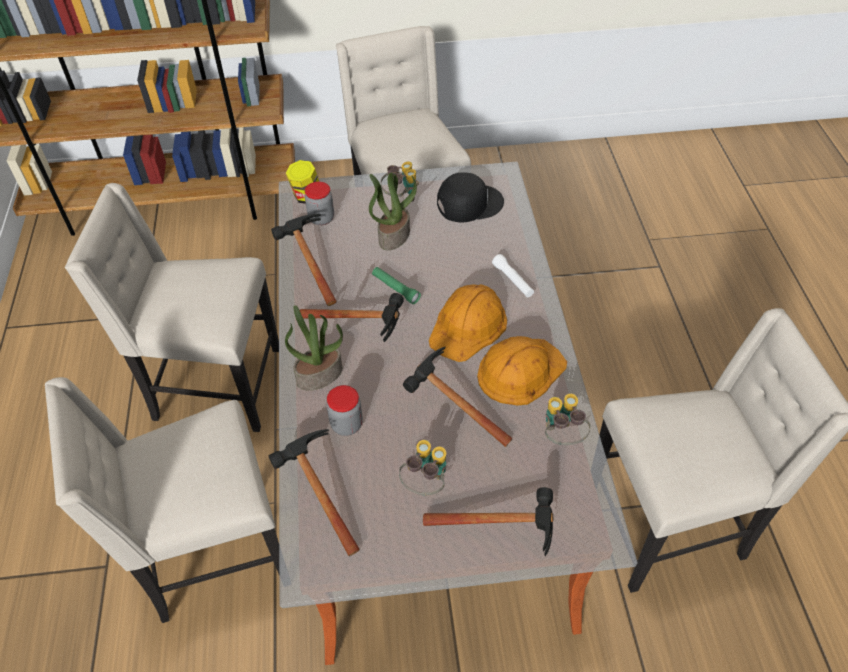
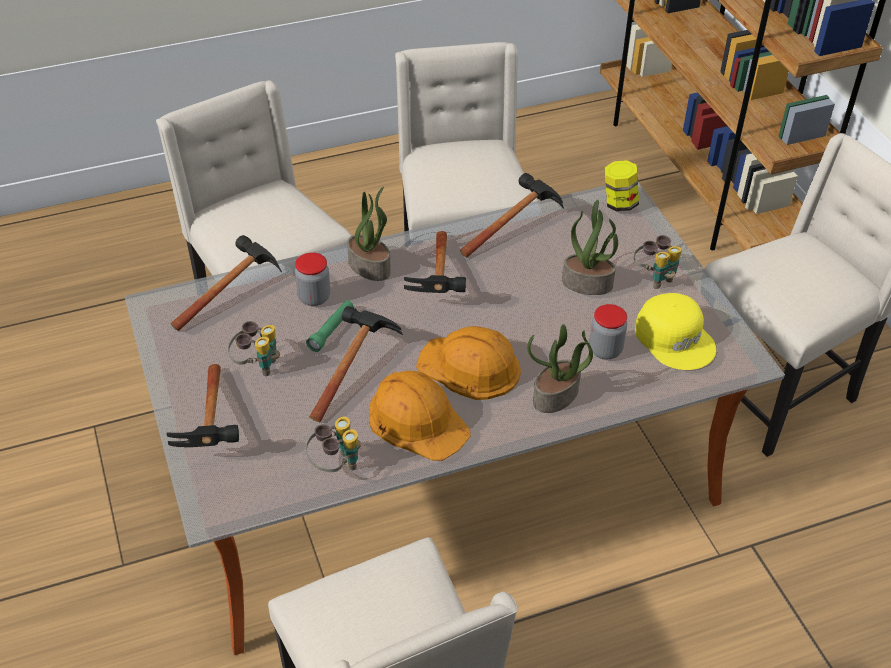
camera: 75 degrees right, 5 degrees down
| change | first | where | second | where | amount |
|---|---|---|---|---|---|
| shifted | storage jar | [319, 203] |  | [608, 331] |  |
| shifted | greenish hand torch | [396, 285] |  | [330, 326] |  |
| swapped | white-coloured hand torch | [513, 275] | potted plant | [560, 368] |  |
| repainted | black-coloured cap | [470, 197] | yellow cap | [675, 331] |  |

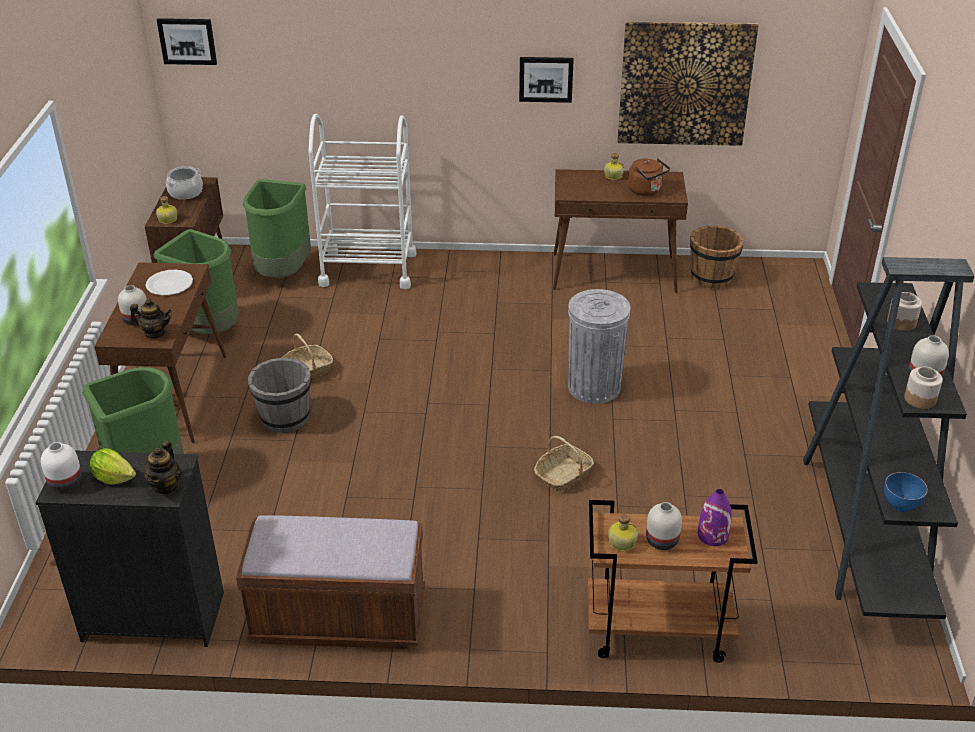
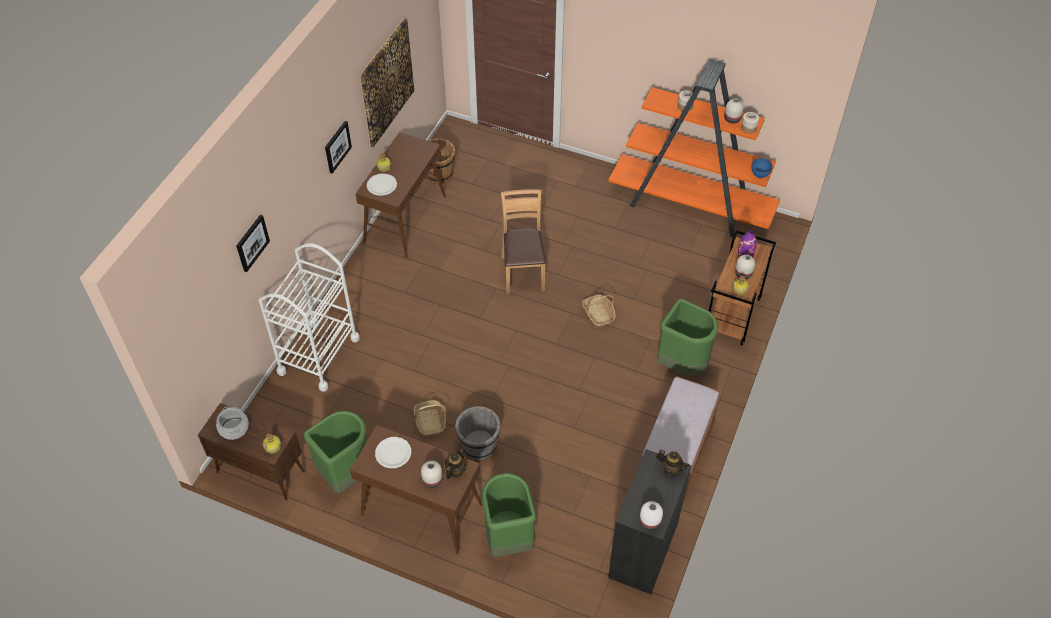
camera: 70 degrees left, 15 degrees up
| change | first | where | second | where | amount |
|---|---|---|---|---|---|
| gone | lettuce head | [113, 466] |  |  |  |
| gone | brownish tea kettle | [649, 177] |  |  |  |
| new |  |  | white-coloured flat dish | [382, 185] |  |
| shifted | wall art | [187, 41] |  | [253, 243] |  |
| shifted | greenish rubbish bin | [277, 228] |  | [687, 337] |  |
| swapped | grey rubbish bin | [599, 346] | brownish plain chair | [523, 241] |  |
| repainted | black-coloured bookcase | [888, 438] | orange-coloured bookcase | [694, 148] |  |

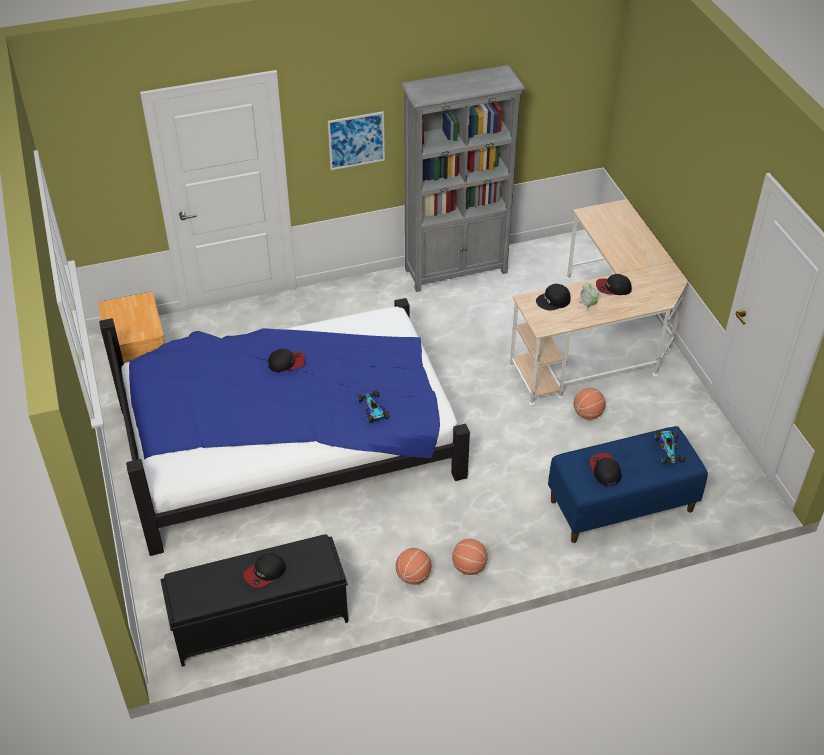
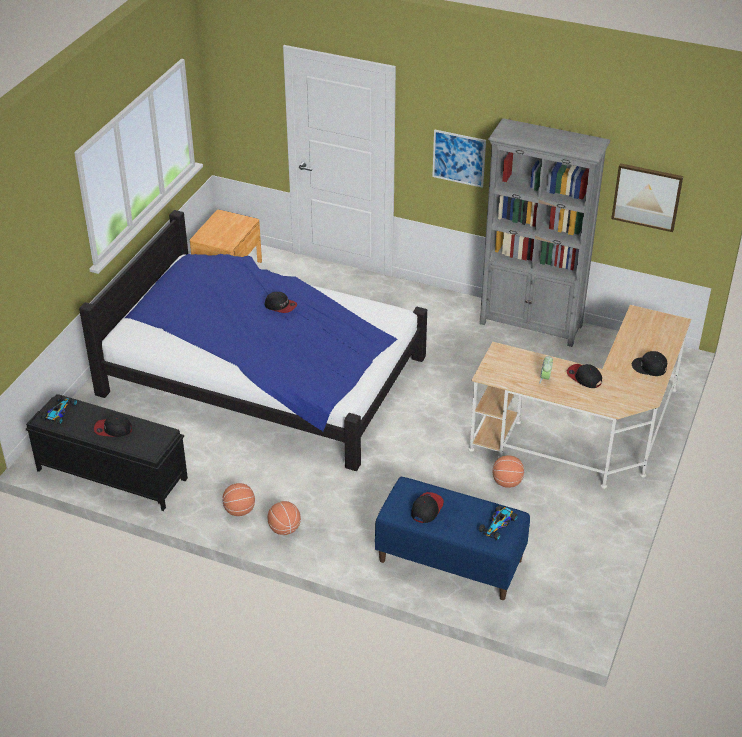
camera: 40 degrees right, 5 degrees down
| change | first | where | second | where | amount |
|---|---|---|---|---|---|
| new |  |  | wall art | [647, 197] |  |
| shifted | toy car | [373, 406] |  | [59, 409] |  |
| shifted | black-coloured cap | [553, 297] |  | [649, 363] |  |

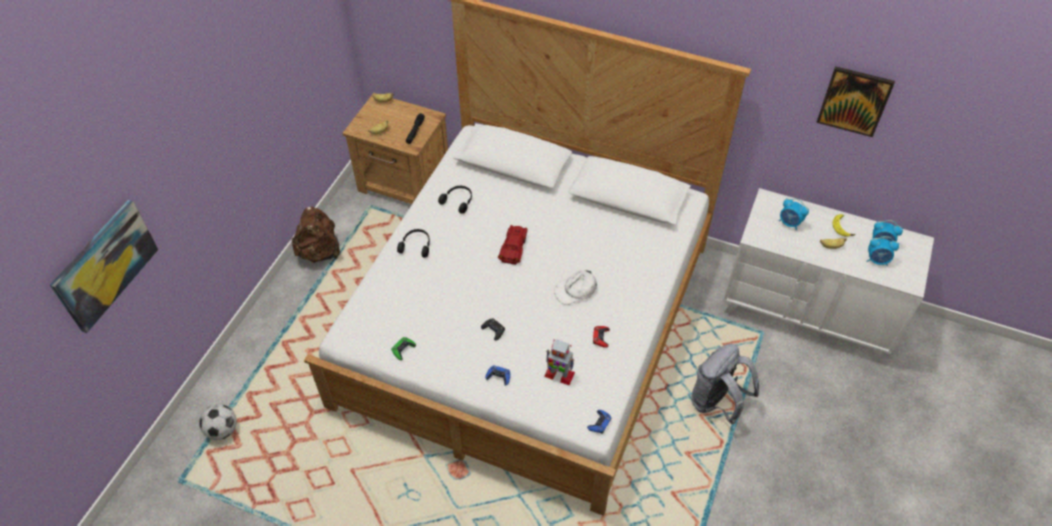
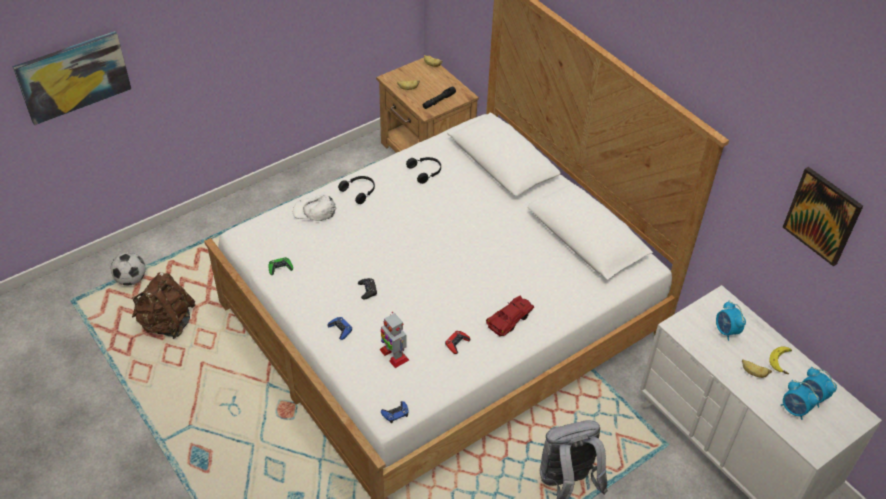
camera: 30 degrees right, 5 degrees down
| change | first | where | second | where | amount |
|---|---|---|---|---|---|
| shifted | brownish knapsack | [315, 234] |  | [163, 305] |  |
| shifted | red toy car | [513, 245] |  | [510, 316] |  |
| shifted | white-coloured cap | [575, 287] |  | [314, 208] |  |

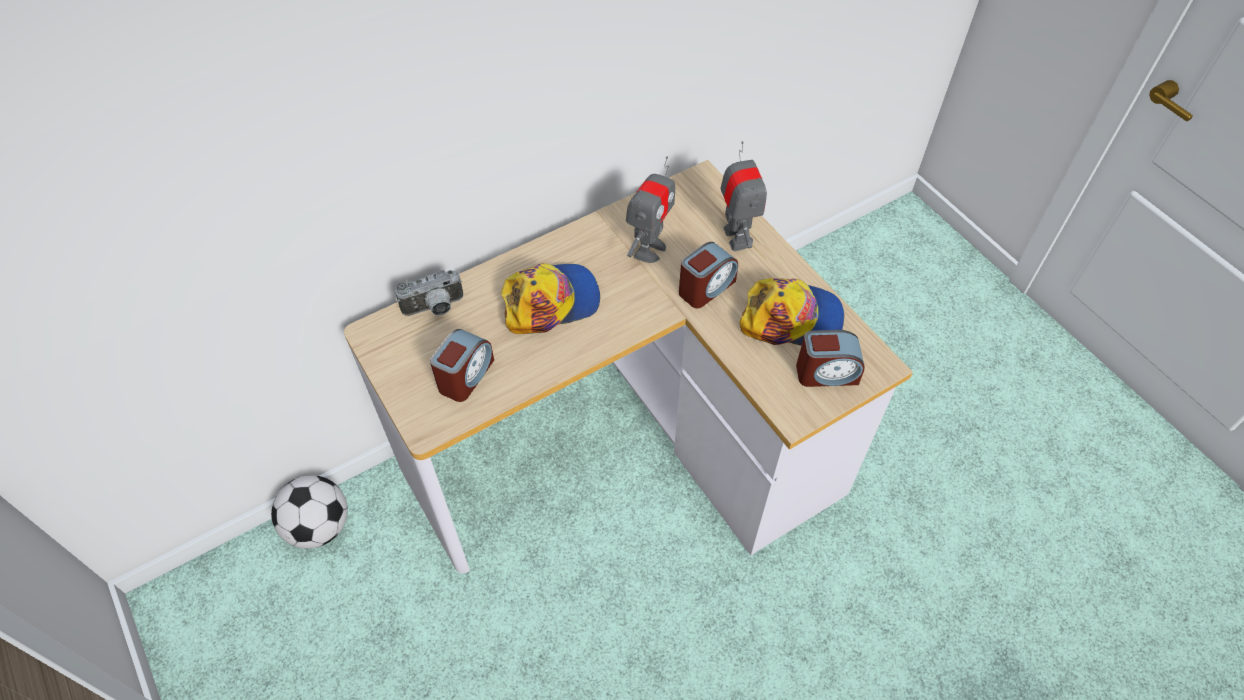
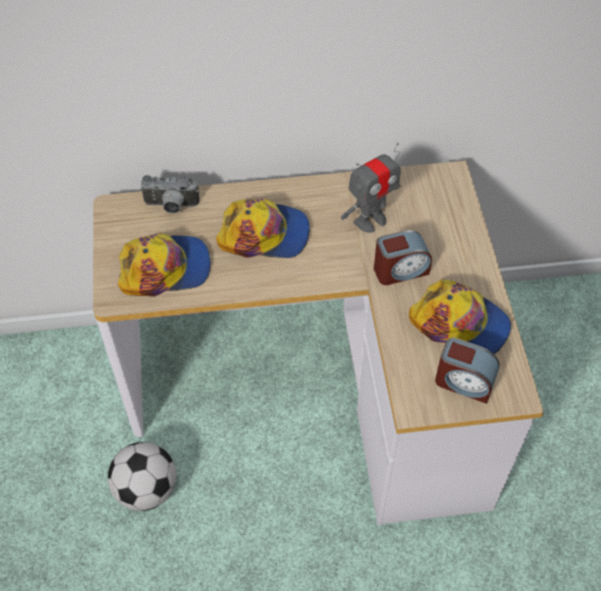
camera: 25 degrees right, 0 degrees up
| change | first | where | second | where | amount |
|---|---|---|---|---|---|
| gone | model robot | [744, 196] |  |  |  |
| shifted | football | [309, 512] |  | [142, 476] |  |
| swapped | alarm clock | [462, 365] | cap | [164, 265] |  |

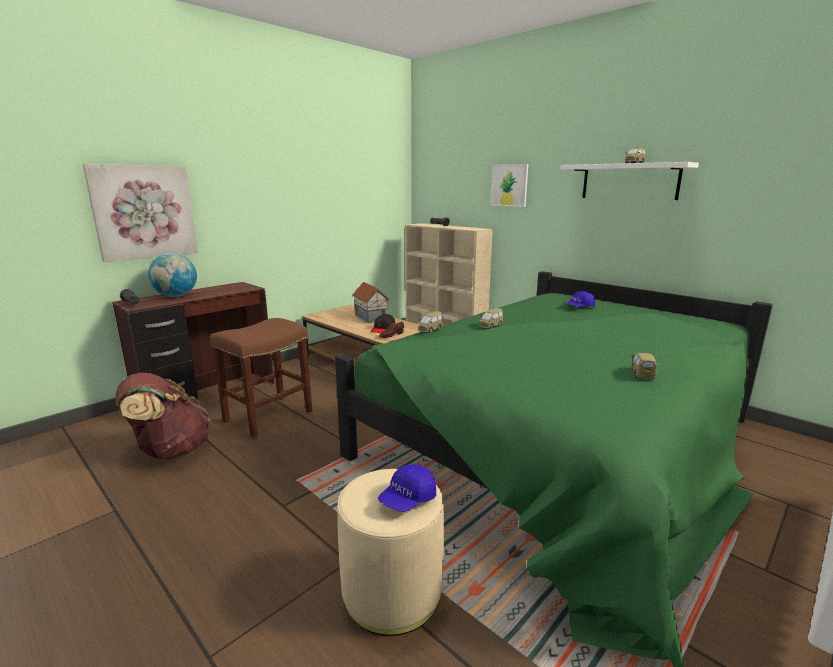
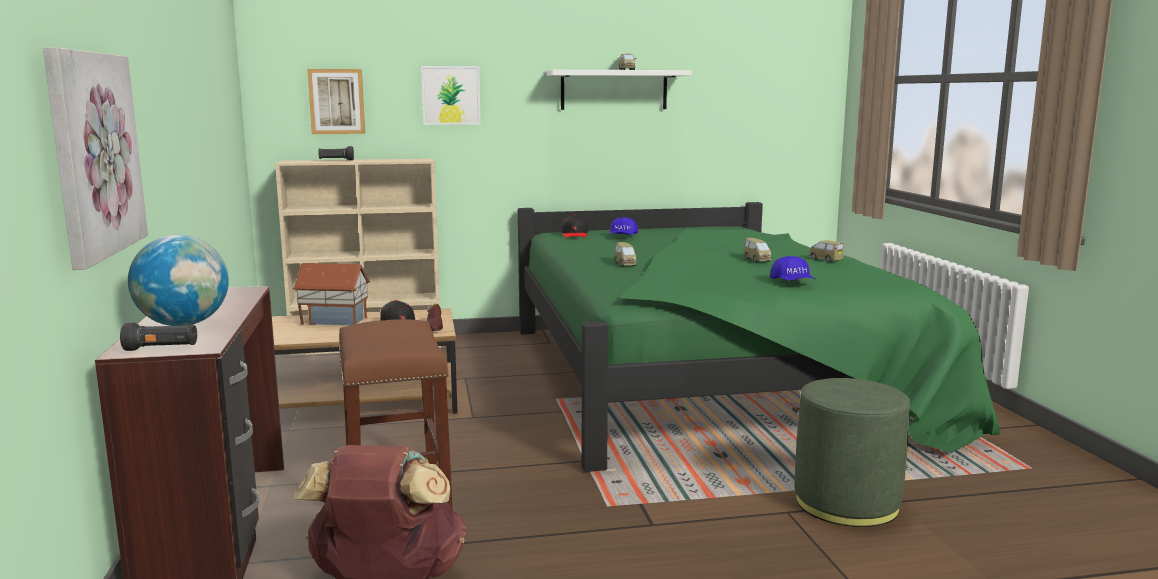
camera: 55 degrees left, 5 degrees down
| change | first | where | second | where | amount |
|---|---|---|---|---|---|
| new |  |  | wall art | [336, 101] |  |
| new |  |  | black-coloured cap | [574, 226] |  |
| shifted | blue cap | [407, 488] |  | [792, 268] |  |
| shifted | toy car | [430, 322] |  | [758, 250] |  |
| repainted | sand-coloured ottoman | [390, 552] | greenish ottoman | [852, 452] |  |

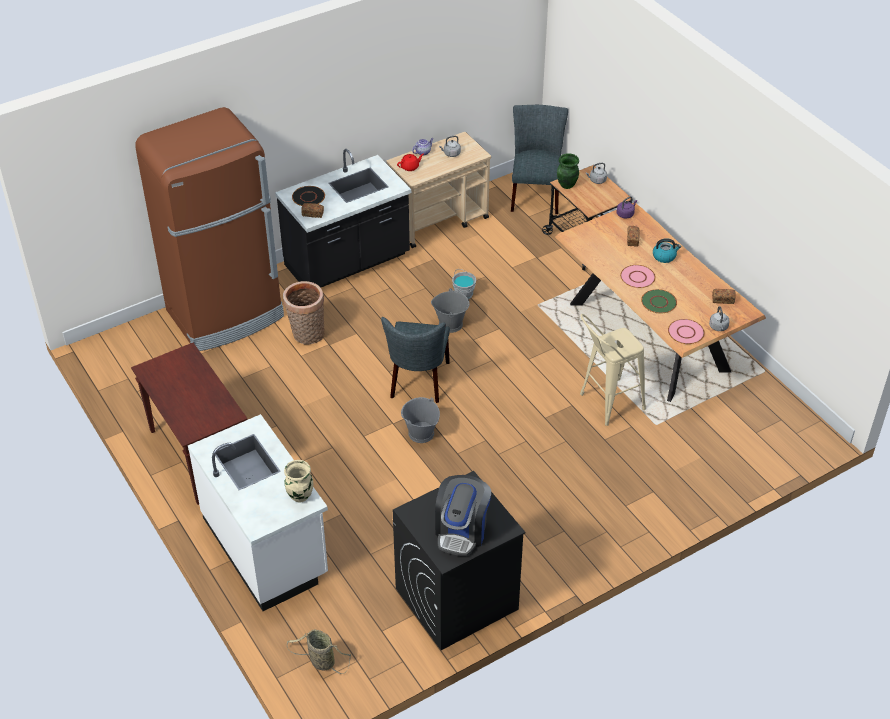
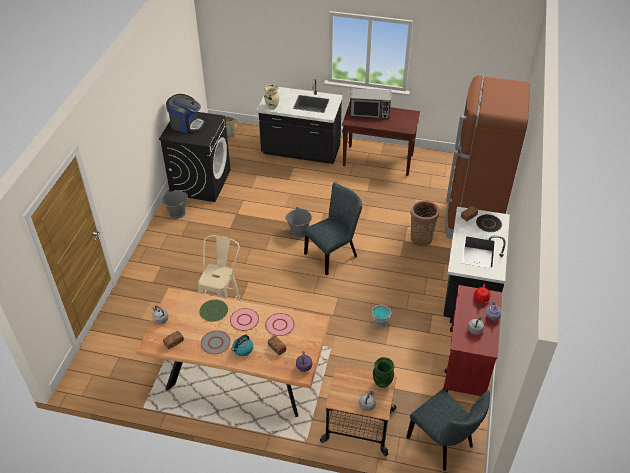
camera: 135 degrees right, 0 degrees up
| change | first | where | second | where | amount |
|---|---|---|---|---|---|
| new |  |  | grey flat dish | [216, 342] |  |
| new |  |  | microwave oven | [370, 103] |  |
| shifted | grey bucket | [450, 310] |  | [175, 205] |  |
| shifted | pinkish flat dish | [686, 331] |  | [279, 324] |  |
| repainted | white-coloured kitchen base unit | [258, 512] | black-coloured kitchen base unit | [300, 121] |  |
| repainted | sand-coloured trolley | [439, 190] | red trolley | [472, 340] |  |
| rotated | grey plain chair | [415, 360] |  | [333, 228] | 90 degrees clockwise |
| rotated | coffee brewer | [463, 515] |  | [185, 113] | 135 degrees clockwise |

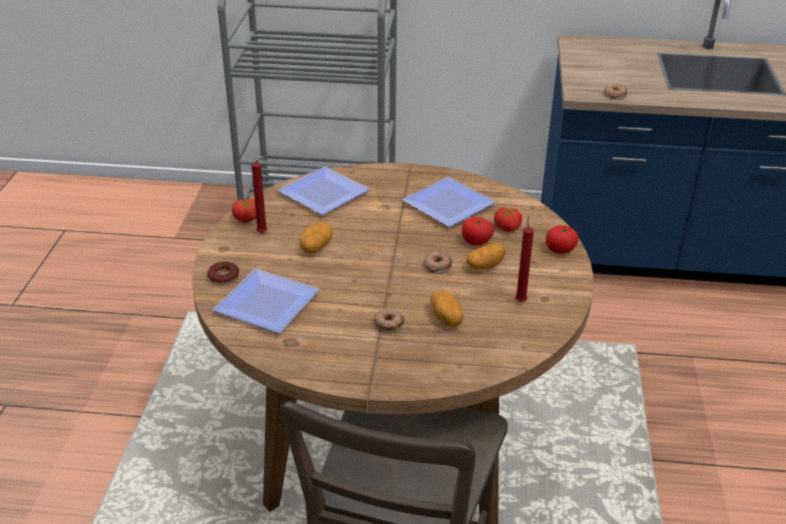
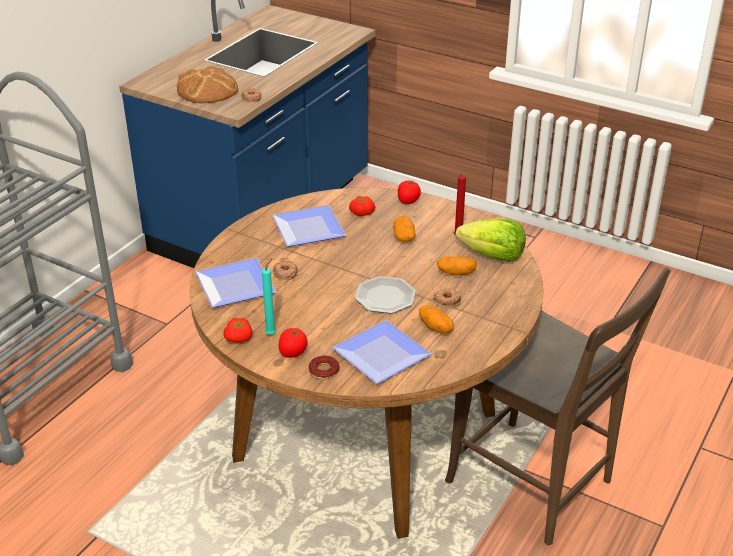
camera: 65 degrees left, 0 degrees up
| change | first | where | second | where | amount |
|---|---|---|---|---|---|
| new |  |  | bread | [207, 85] |  |
| new |  |  | flat dish | [385, 295] |  |
| new |  |  | lettuce head | [490, 240] |  |
| shifted | potato | [316, 237] |  | [436, 319] |  |
| shifted | doughnut | [438, 262] |  | [285, 270] |  |
| shifted | fresh tomato | [478, 231] |  | [292, 343] |  |
| repainted | red candle | [259, 195] | turquoise candle | [269, 297] |  |

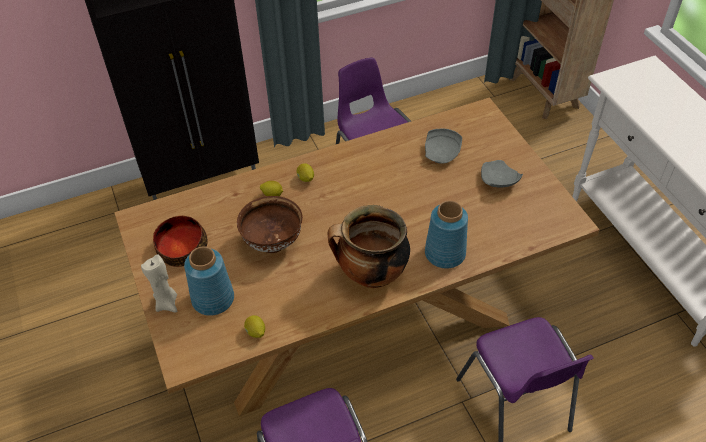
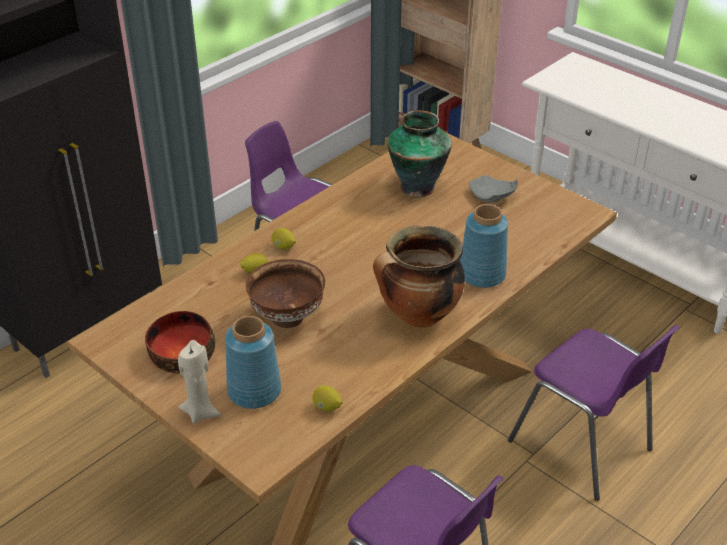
camera: 25 degrees left, 10 degrees down
| change | first | where | second | where | amount |
|---|---|---|---|---|---|
| swapped | grey flat dish | [443, 146] | decorative vase | [419, 153] |  |

